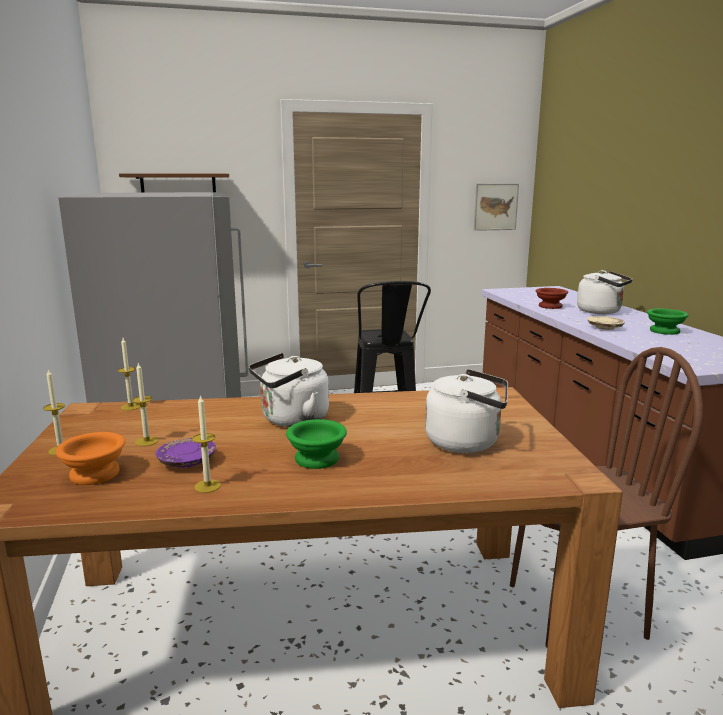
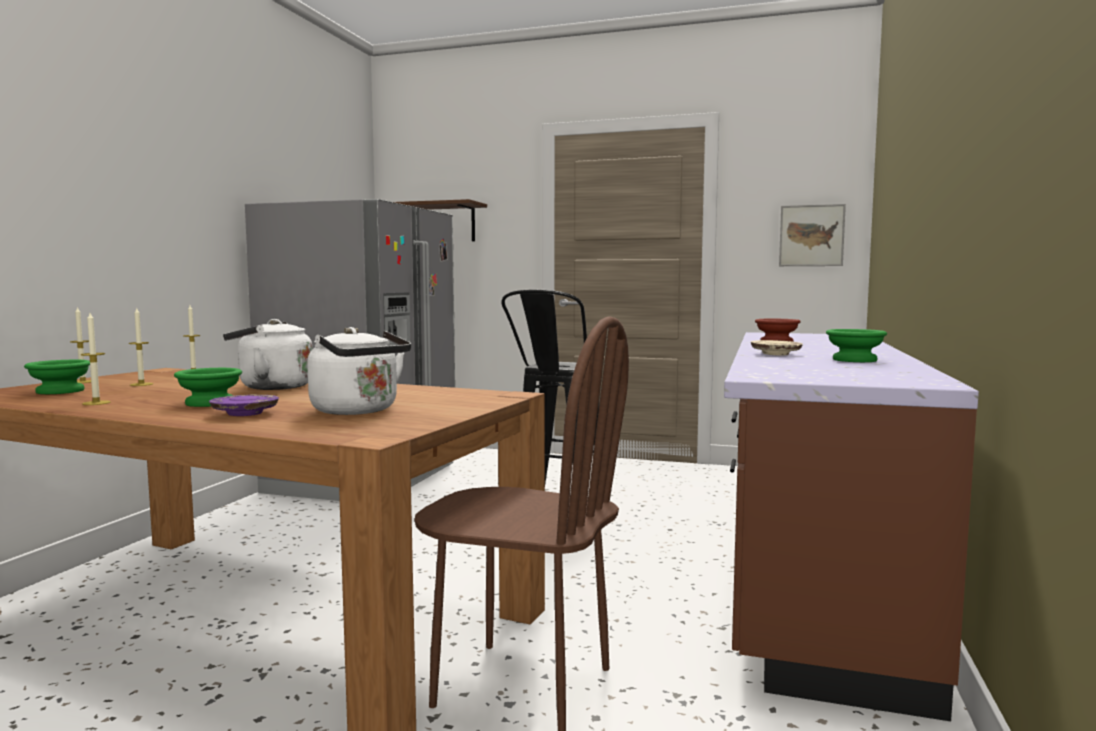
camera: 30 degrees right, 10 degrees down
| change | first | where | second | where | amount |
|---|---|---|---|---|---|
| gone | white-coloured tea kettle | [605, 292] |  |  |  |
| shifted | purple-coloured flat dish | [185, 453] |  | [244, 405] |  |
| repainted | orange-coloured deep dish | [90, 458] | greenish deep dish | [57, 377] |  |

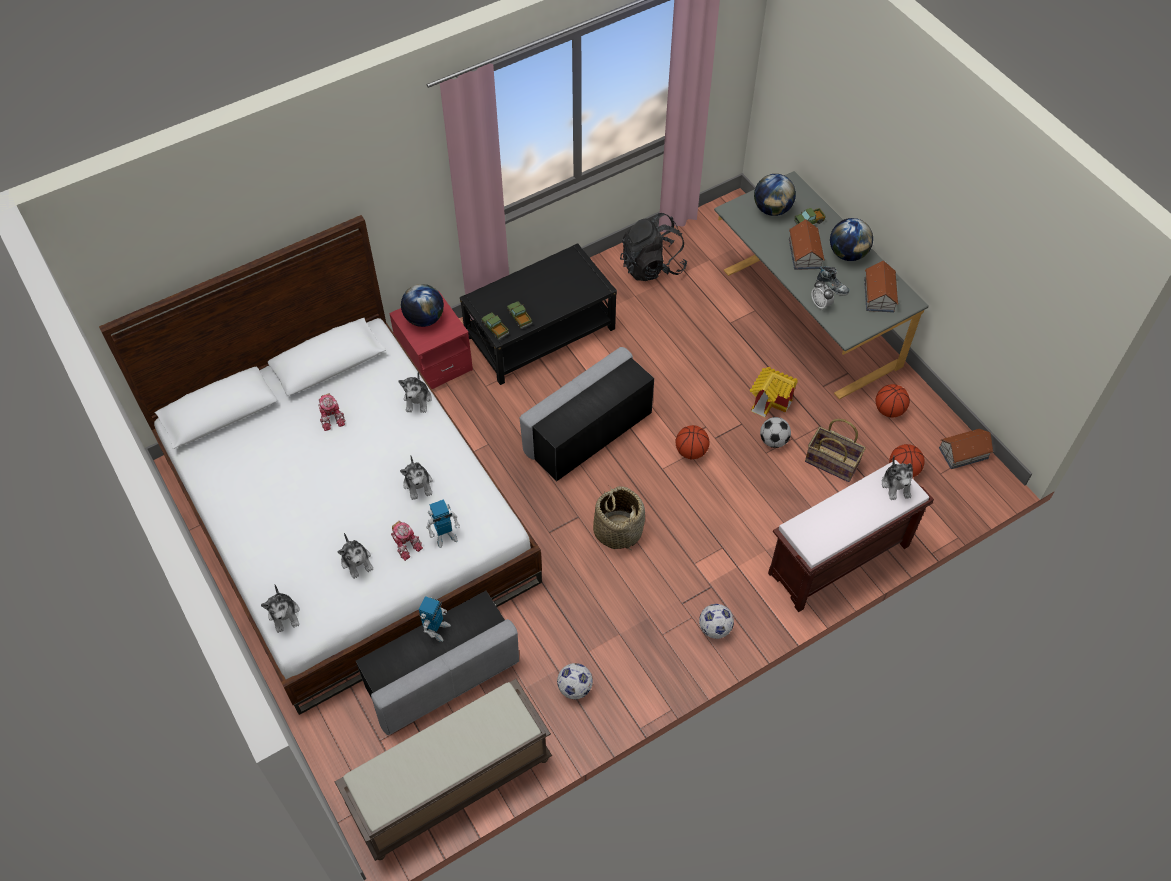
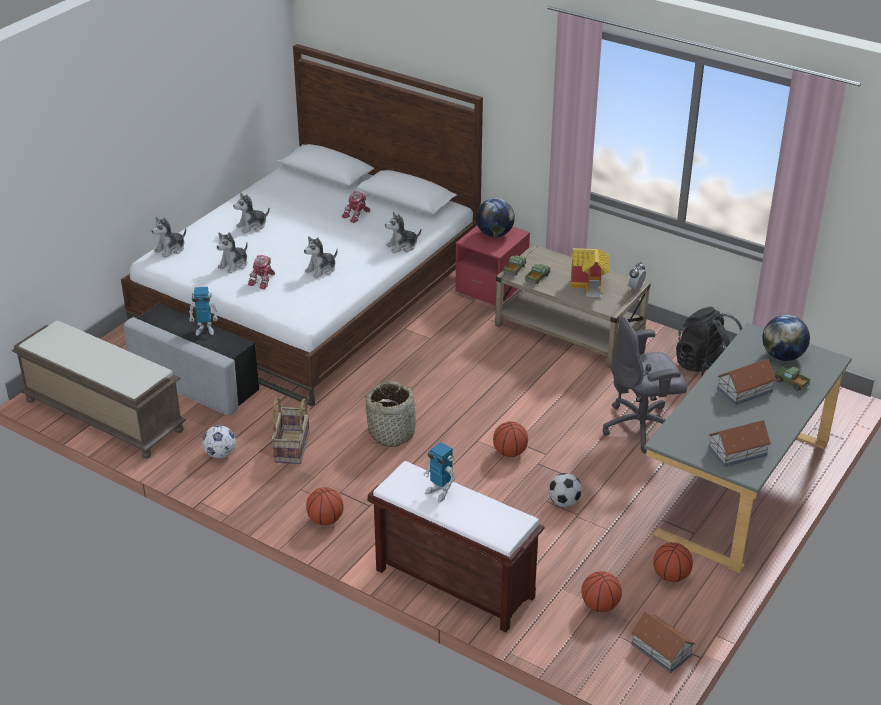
camera: 65 degrees right, 20 degrees down
| change | first | where | second | where | amount |
|---|---|---|---|---|---|
| gone | grey ottoman | [586, 414] |  |  |  |
| gone | item of footwear | [832, 281] |  |  |  |
| gone | globe | [851, 239] |  |  |  |
| new |  |  | grey desk chair | [645, 384] |  |
| shifted | model robot | [443, 523] |  | [439, 472] |  |
| shifted | miniature house | [773, 392] |  | [590, 272] |  |
| shifted | household basket | [835, 450] |  | [290, 430] |  |
| shifted | alarm clock | [822, 295] |  | [637, 276] |  |
| shifted | plush toy | [897, 478] |  | [251, 213] |  |
| swapped | football | [716, 621] | ball for basketball | [324, 506] |  |
| repainted | black-coloured lounge table | [538, 314] | sand-coloured lounge table | [572, 306] |  |

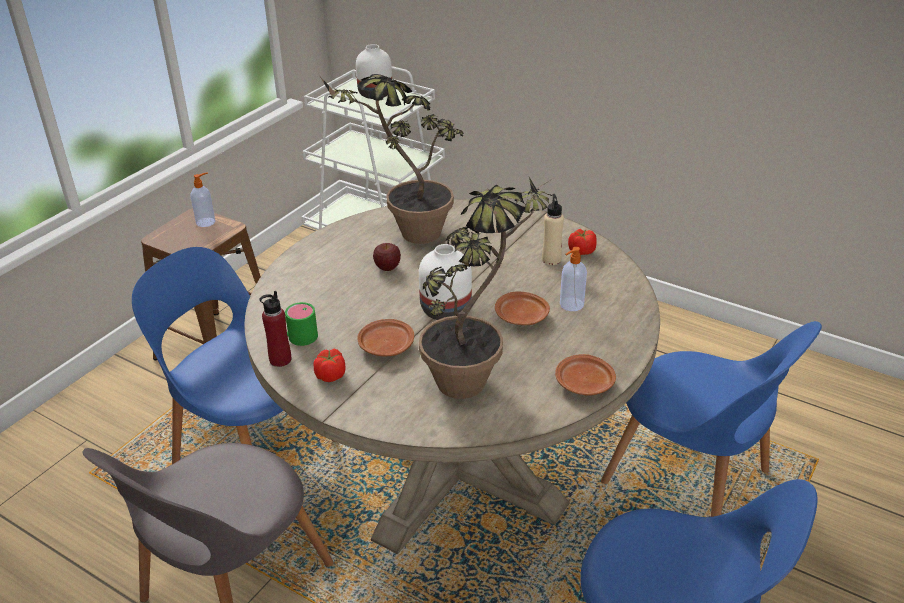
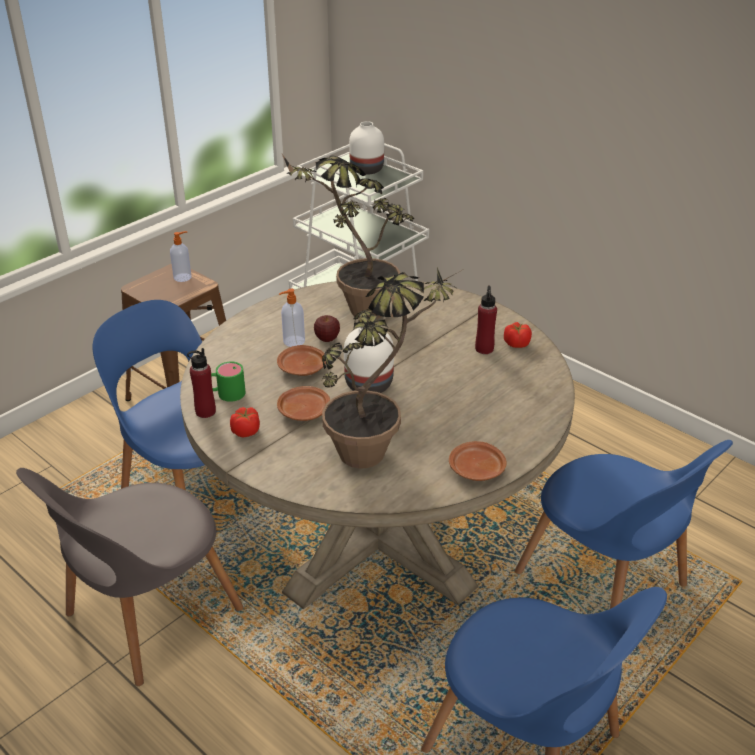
camera: 10 degrees right, 0 degrees up
| change | first | where | second | where | amount |
|---|---|---|---|---|---|
| shifted | brownish flat dish | [522, 308] |  | [301, 360] |  |
| shifted | soap bottle | [573, 279] |  | [292, 318] |  |
| repainted | sand-coloured bottle | [553, 229] | red bottle | [486, 320] |  |

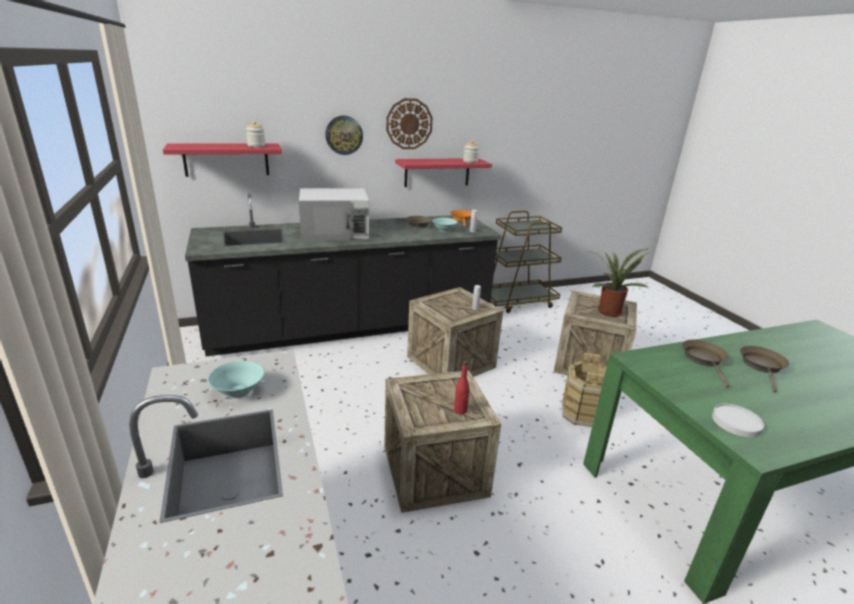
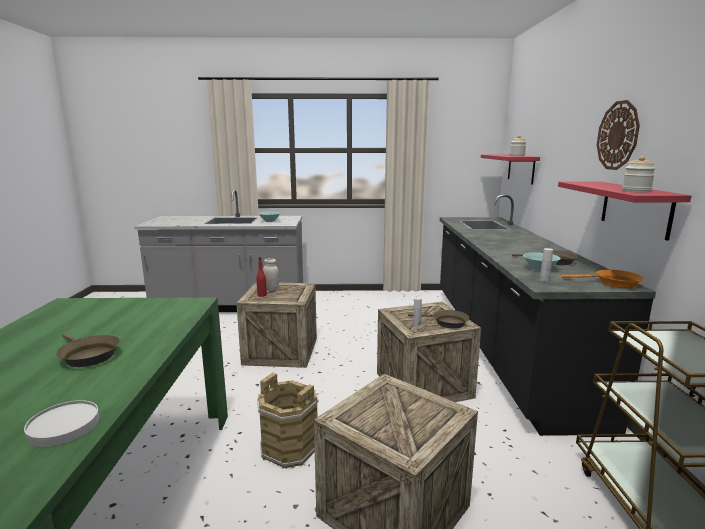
camera: 110 degrees right, 10 degrees down
| change | first | where | second | where | amount |
|---|---|---|---|---|---|
| gone | white-coloured microwave oven | [334, 214] |  |  |  |
| gone | clock on the wall | [344, 135] |  |  |  |
| gone | potted plant | [618, 282] |  |  |  |
| new |  |  | white-coloured storage jar | [271, 274] |  |
| shifted | brownish frying pan | [705, 364] |  | [438, 319] |  |
| shifted | white-coloured flat dish | [738, 420] |  | [62, 423] |  |

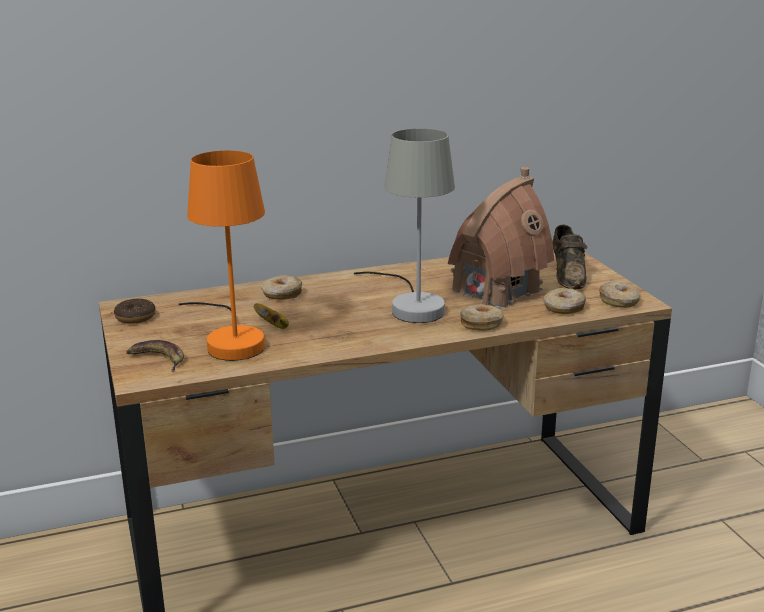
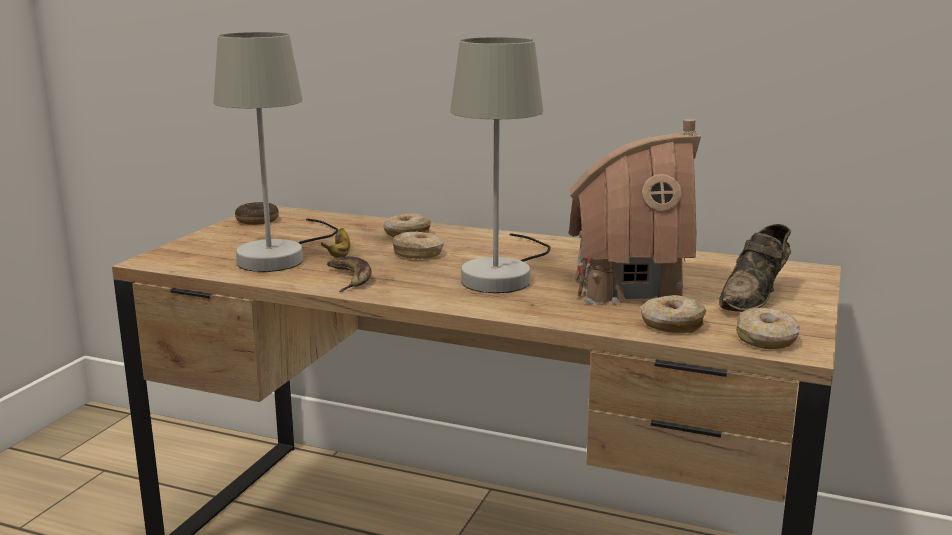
camera: 40 degrees right, 5 degrees down
| change | first | where | second | where | amount |
|---|---|---|---|---|---|
| shifted | banana | [155, 356] |  | [349, 274] |  |
| shifted | doughnut | [482, 317] |  | [418, 245] |  |
| repainted | orange-coloured lamp for a table | [221, 255] | grey lamp for a table | [276, 152] |  |

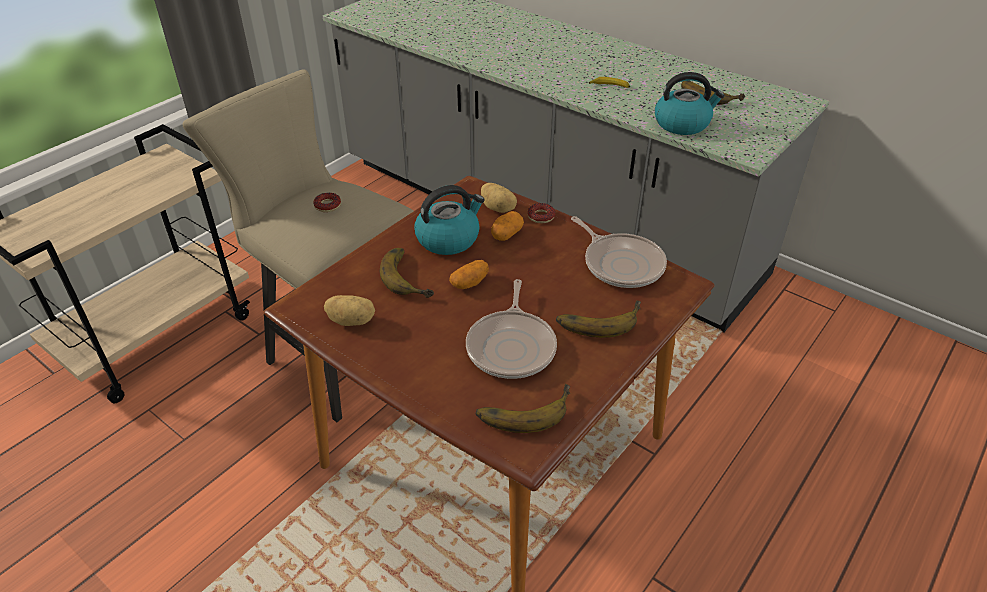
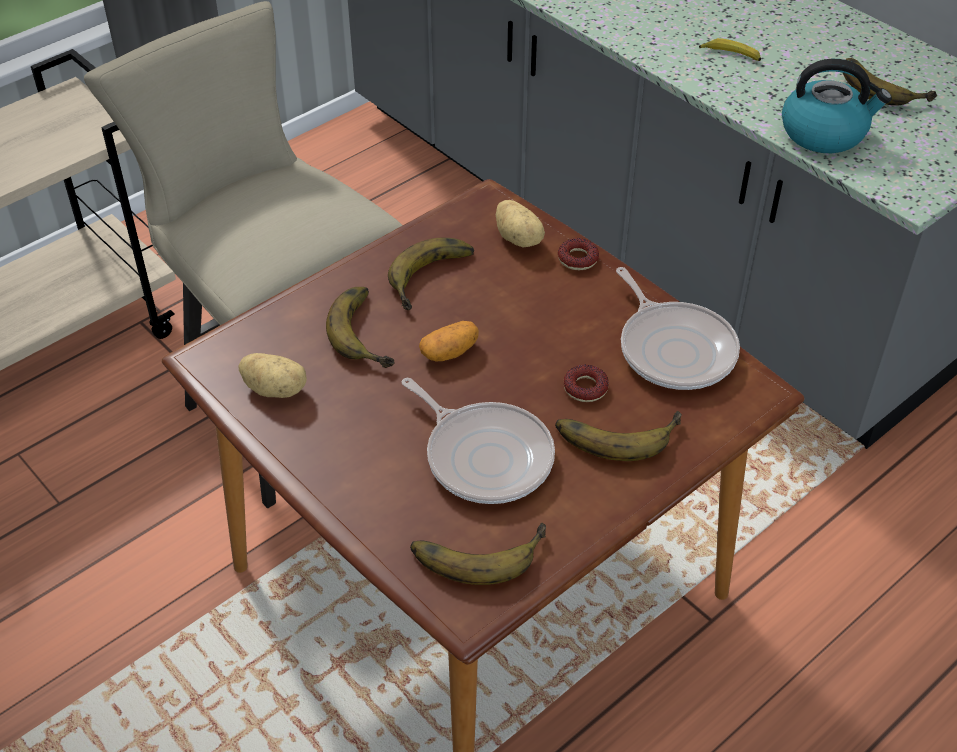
camera: 10 degrees right, 5 degrees up
| change | first | where | second | where | amount |
|---|---|---|---|---|---|
| gone | potato | [507, 226] |  |  |  |
| shifted | doughnut | [327, 202] |  | [586, 383] |  |
| swapped | tea kettle | [449, 220] | banana | [431, 274] |  |
| rotated | frying pan | [511, 329] |  | [478, 441] | 60 degrees counterclockwise |

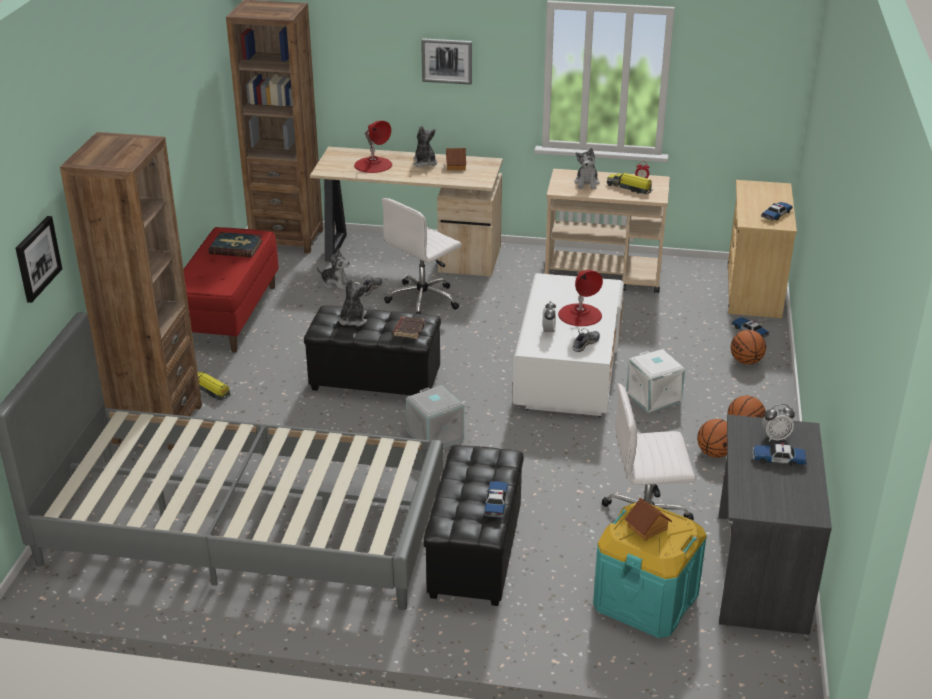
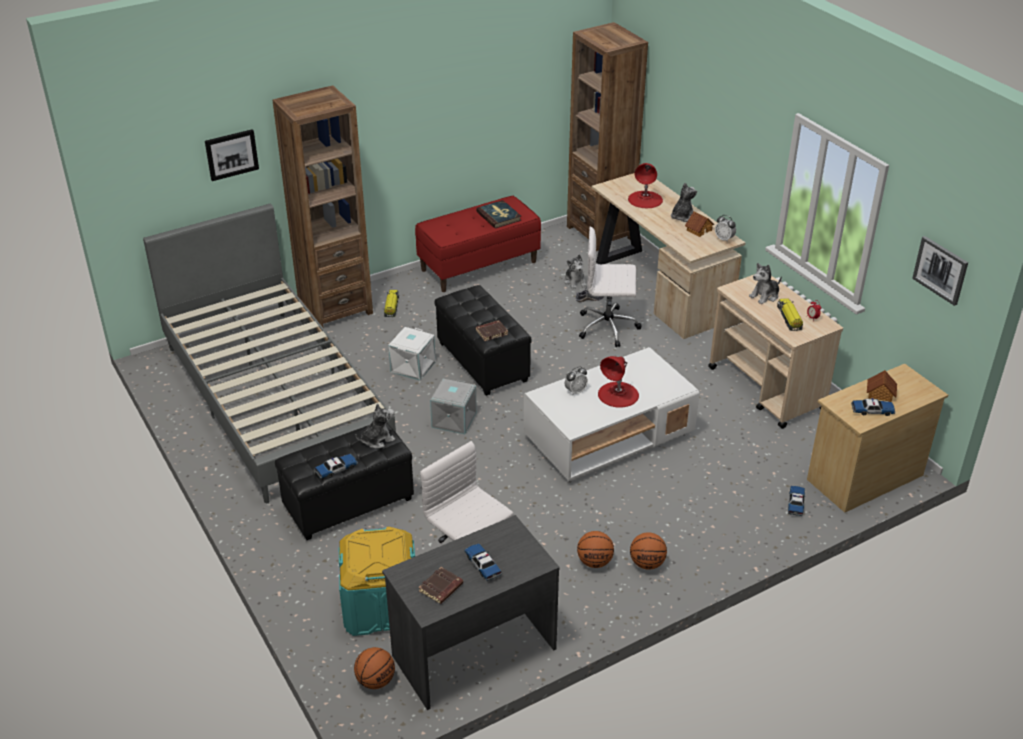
camera: 50 degrees right, 5 degrees up
| change | first | where | second | where | amount |
|---|---|---|---|---|---|
| gone | item of footwear | [586, 340] |  |  |  |
| new |  |  | brownish bound book | [440, 585] |  |
| shifted | plush toy | [353, 302] |  | [375, 426] |  |
| shifted | wall art | [446, 61] |  | [940, 271] |  |
| shifted | miniature house | [648, 519] |  | [882, 386] |  |
| shifted | white-coloured storage bin | [656, 381] |  | [412, 354] |  |
| shifted | ball for basketball | [748, 347] |  | [374, 668] |  |
| shifted | alarm clock | [778, 422] |  | [725, 229] |  |

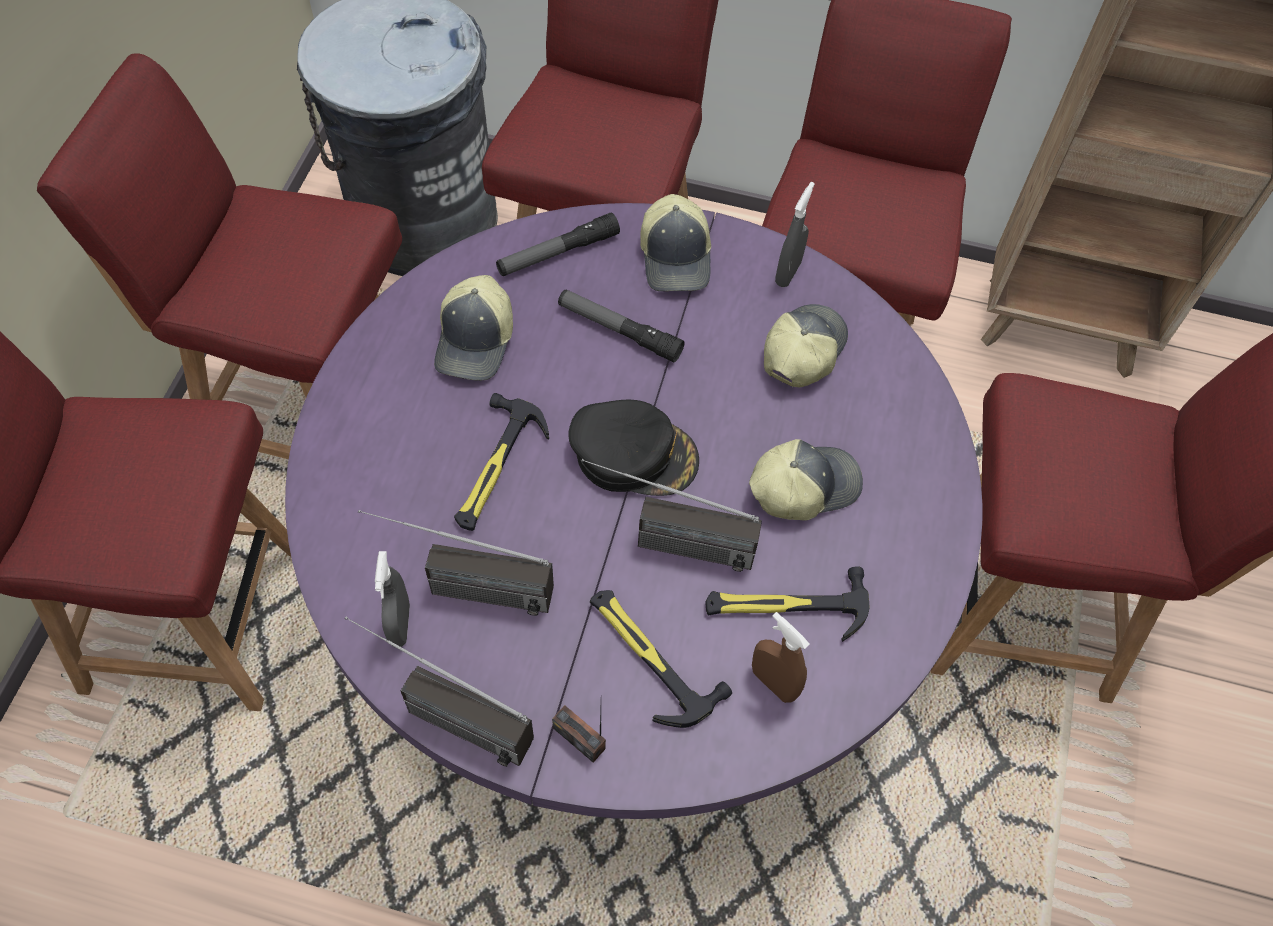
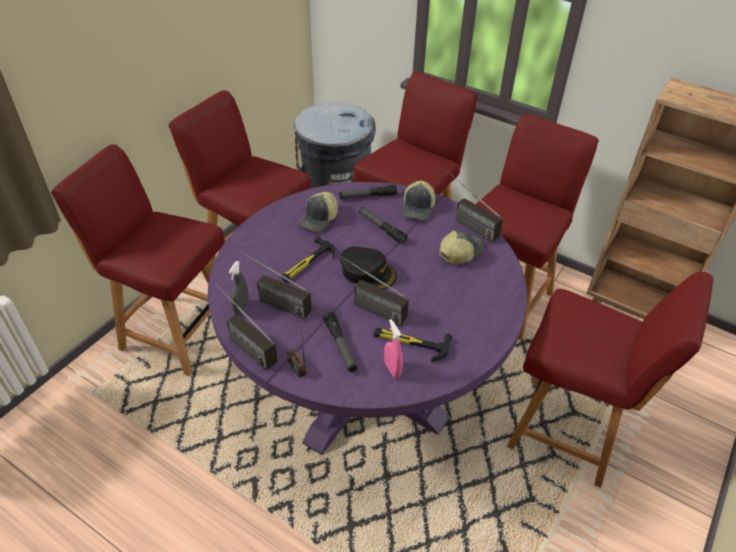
camera: 20 degrees right, 15 degrees down
| change | first | where | second | where | amount |
|---|---|---|---|---|---|
| gone | cap | [806, 479] |  |  |  |
| swapped | hand hammer | [661, 659] | hand torch | [340, 342] |  |
| swapped | grey spray bottle | [795, 234] | radio | [475, 206] |  |
| repainted | brownish spray bottle | [781, 657] | pinkish spray bottle | [393, 348] |  |

